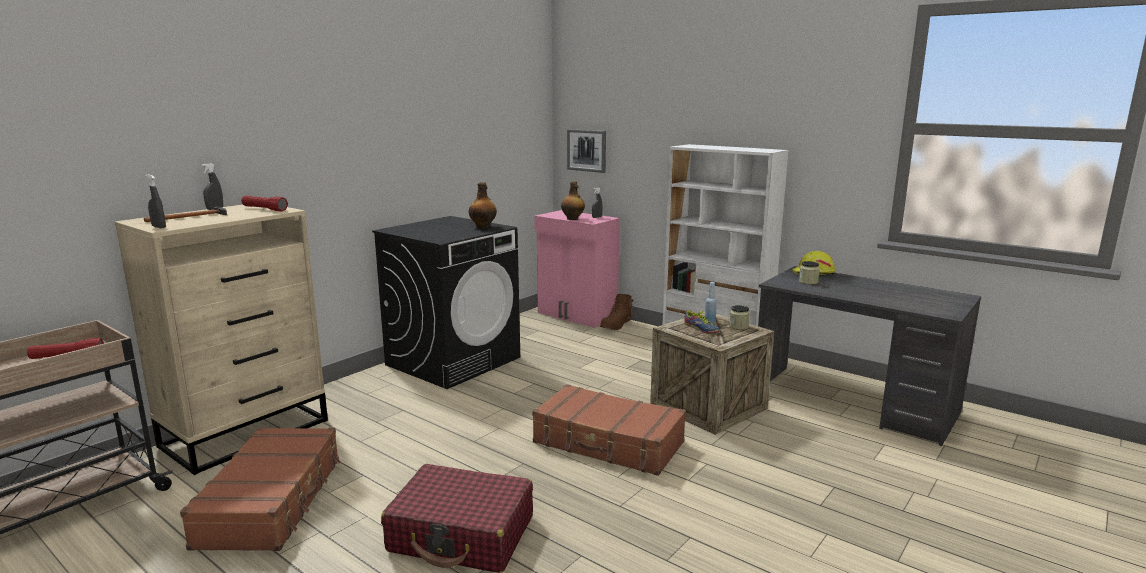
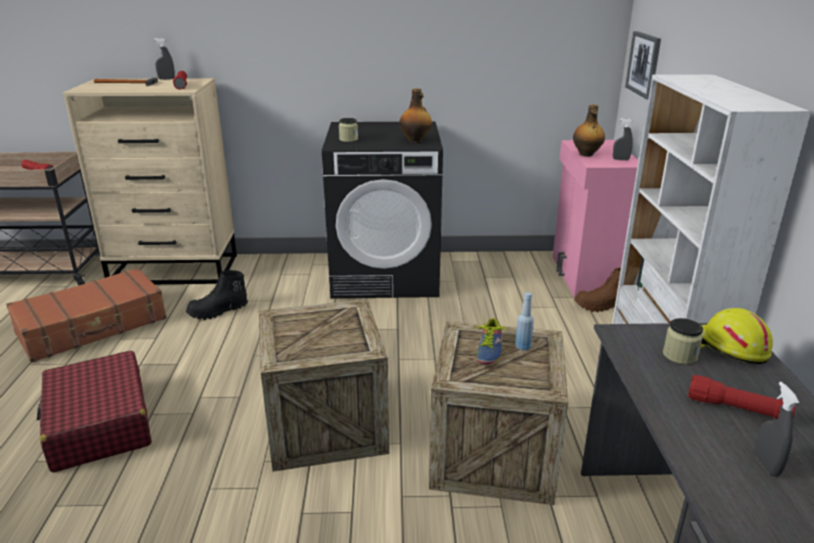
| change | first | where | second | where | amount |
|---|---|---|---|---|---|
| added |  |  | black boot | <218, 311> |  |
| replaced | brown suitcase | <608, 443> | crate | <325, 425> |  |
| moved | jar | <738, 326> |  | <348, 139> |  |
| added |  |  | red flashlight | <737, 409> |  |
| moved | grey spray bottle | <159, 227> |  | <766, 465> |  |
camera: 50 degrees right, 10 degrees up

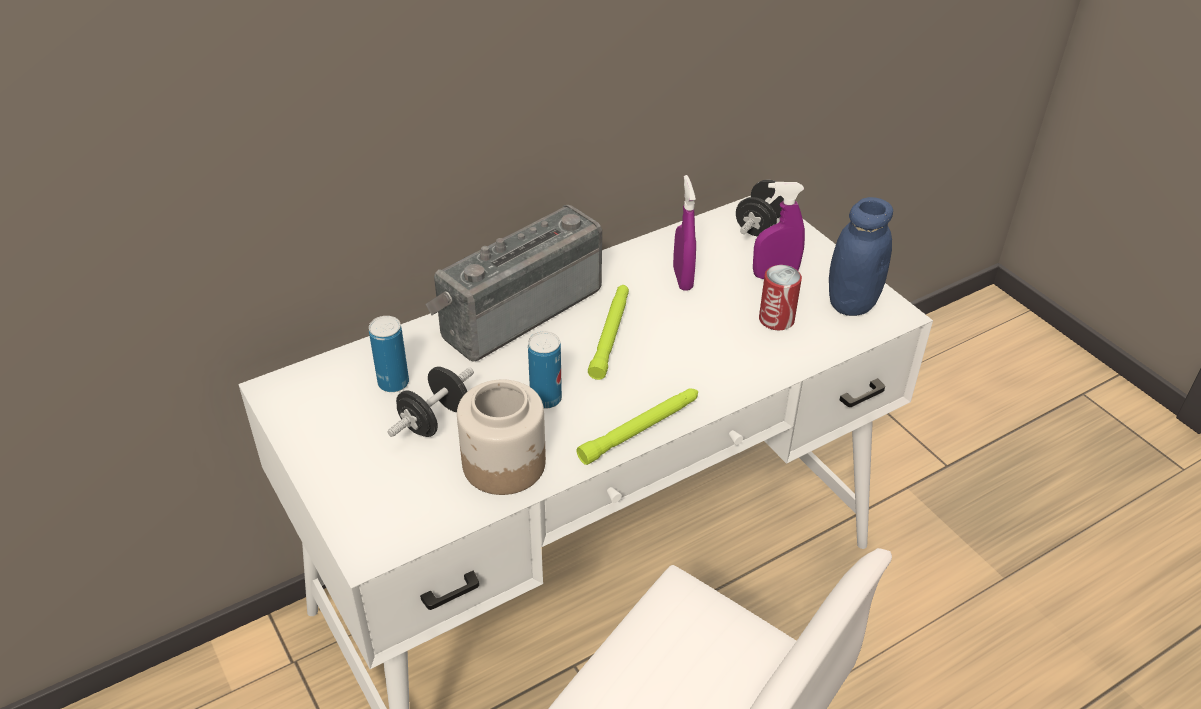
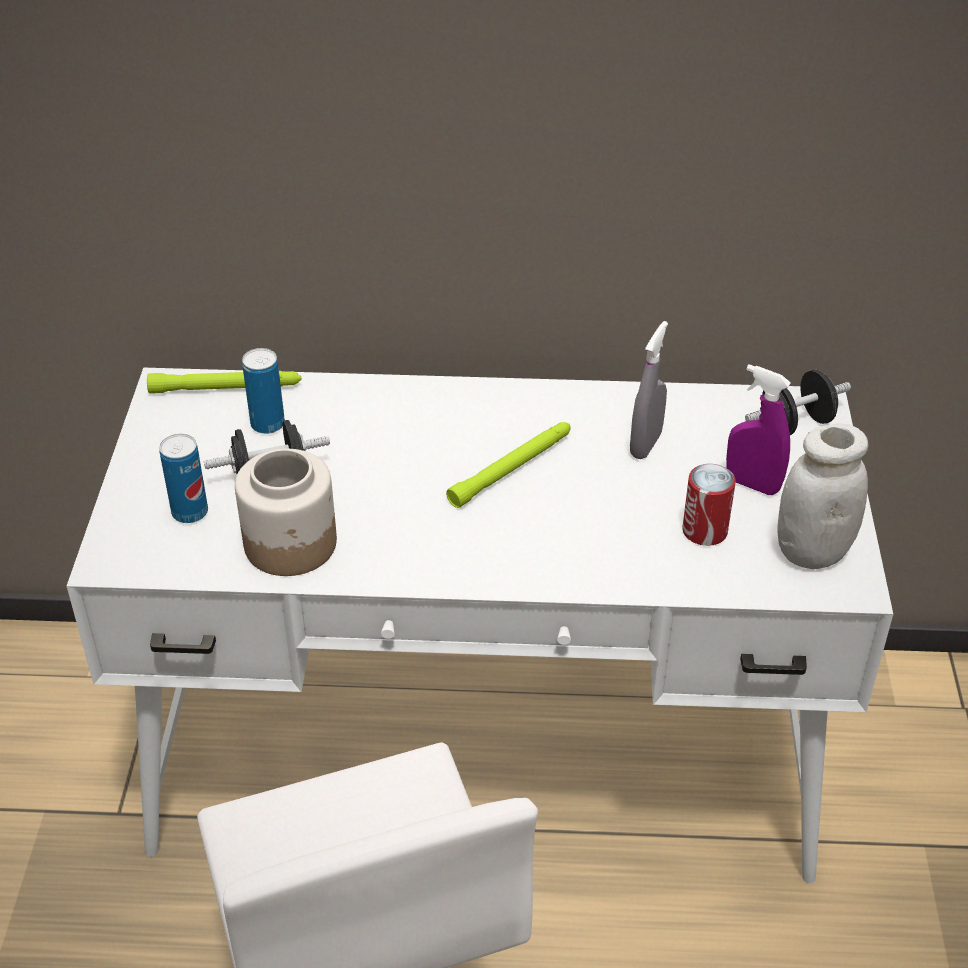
| change | first | where | second | where | amount |
|---|---|---|---|---|---|
| moved | green flashlight | <641, 429> |  | <226, 388> |  |
| moved | can | <546, 399> |  | <190, 512> |  |
| recoloured | purple spray bottle | <682, 279> | grey spray bottle | <645, 445> |  |
| recoloured | blue jar | <851, 303> | white jar | <812, 552> |  |
| removed | radio | <517, 309> |  |  |  |
camera: 35 degrees right, 0 degrees up

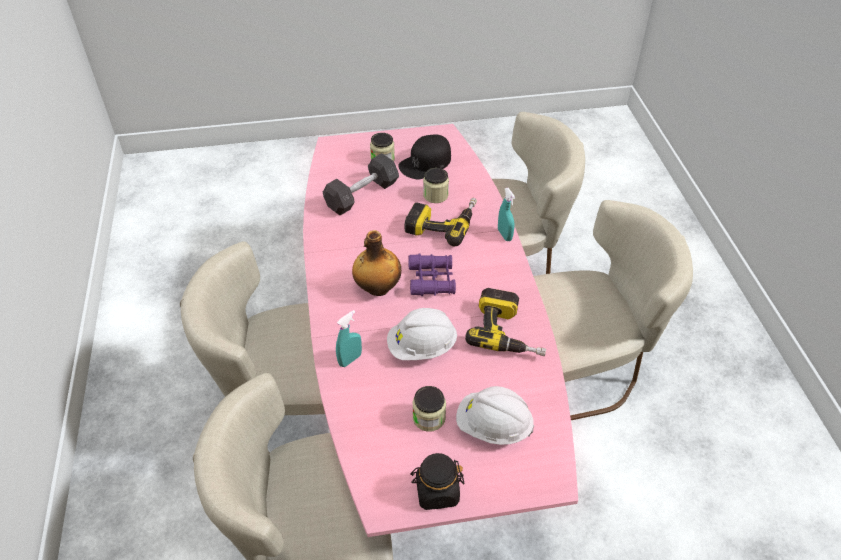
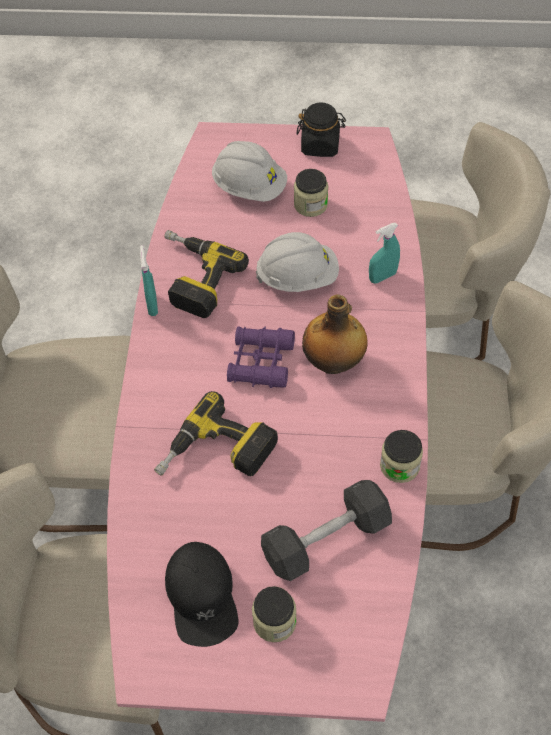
| change | first | where | second | where | amount |
|---|---|---|---|---|---|
| moved | turquoise spray bottle | <504, 235> |  | <152, 305> |  |
| turned | black cap | <425, 162> |  | <202, 597> | 105 degrees clockwise |
| moved | jar | <435, 195> |  | <399, 465> |  |
camera: 165 degrees left, 10 degrees up

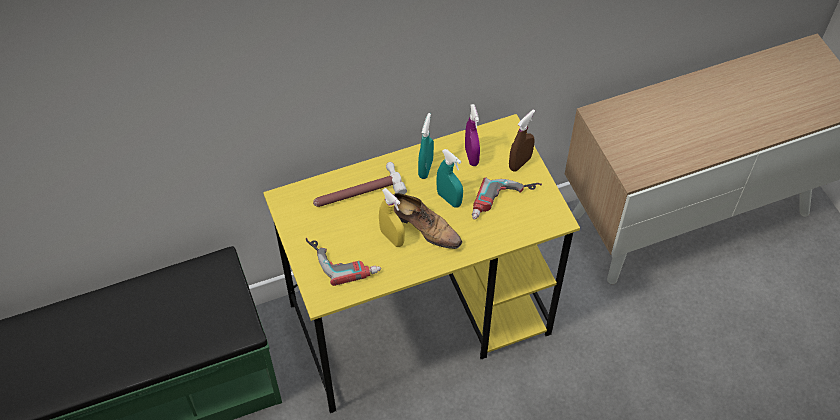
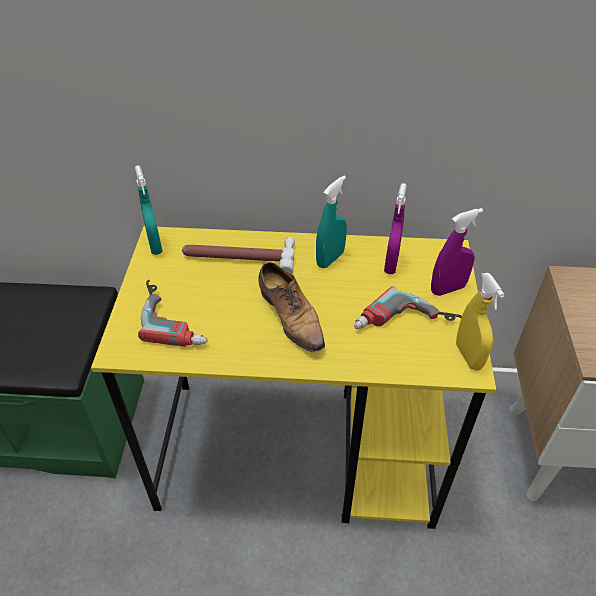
| change | first | where | second | where | amount |
|---|---|---|---|---|---|
| moved | turquoise spray bottle | <449, 199> |  | <155, 245> |  |
| recoloured | brown spray bottle | <520, 163> | purple spray bottle | <448, 289> |  |
| moved | yellow spray bottle | <392, 237> |  | <468, 356> |  |
camera: 25 degrees right, 10 degrees down

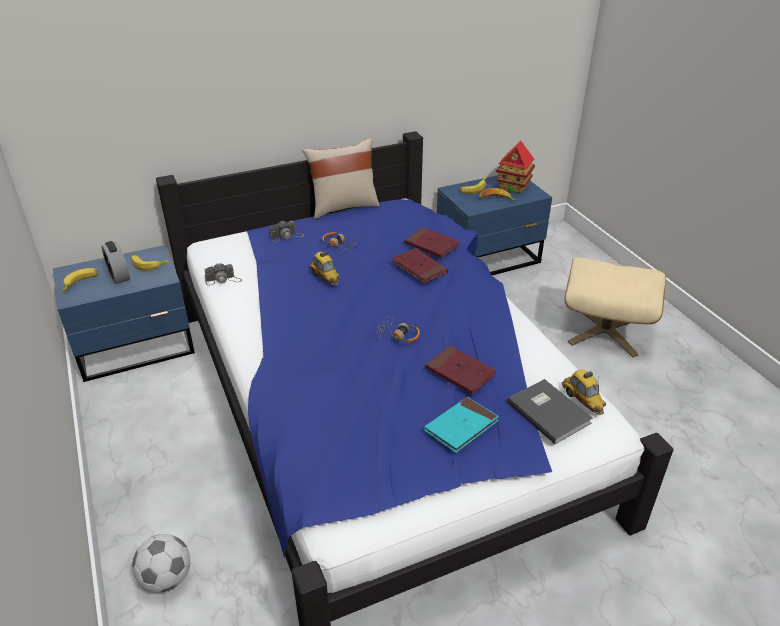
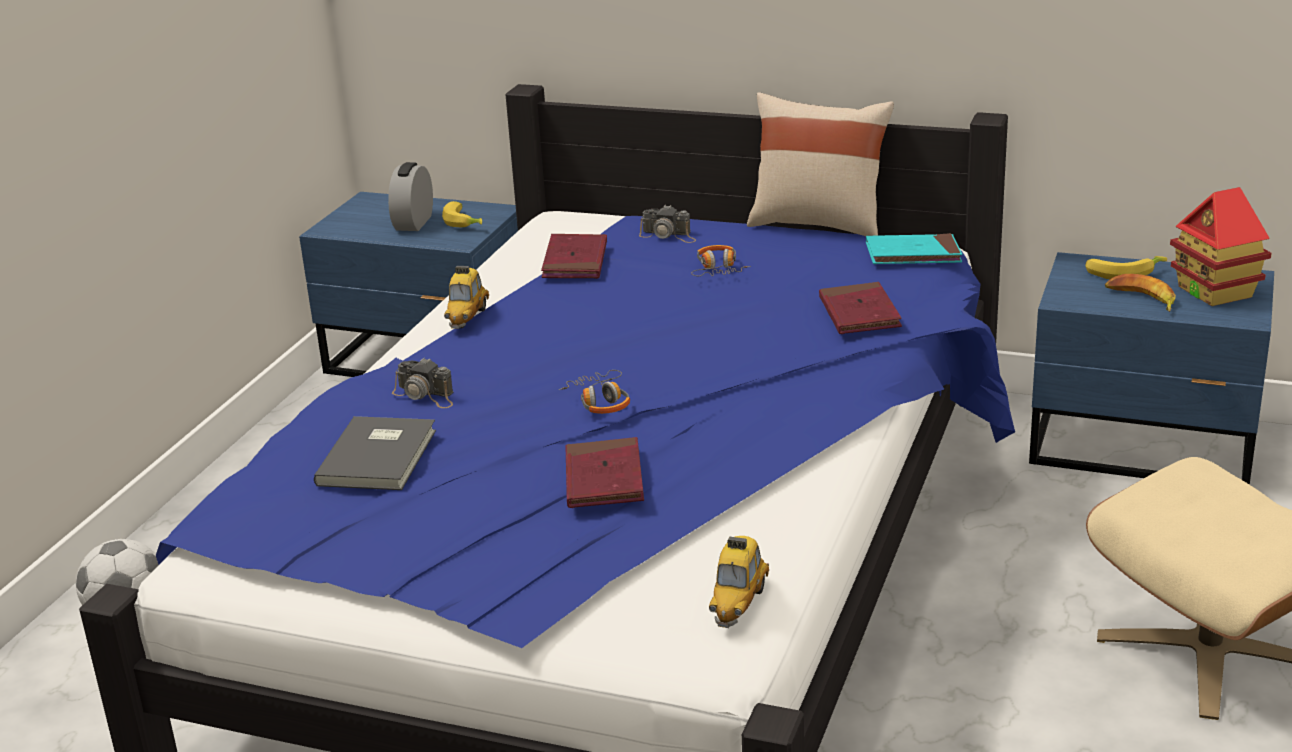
| change | first | where | second | where | amount |
|---|---|---|---|---|---|
| moved | grey book | <549, 411> |  | <381, 456> |  |
| moved | photo camera | <223, 280> |  | <425, 395> |  |
| moved | toy car | <325, 277> |  | <467, 317> |  |
| moved | red book | <419, 268> |  | <575, 261> |  |
| moved | turquoise book | <461, 427> |  | <913, 254> |  |
| removed | banana | <81, 284> |  |  |  |
camera: 45 degrees right, 10 degrees down

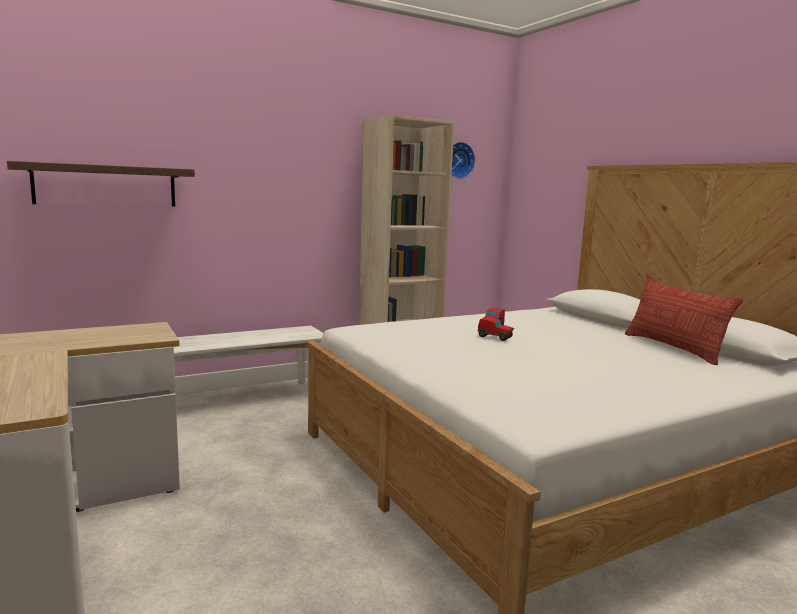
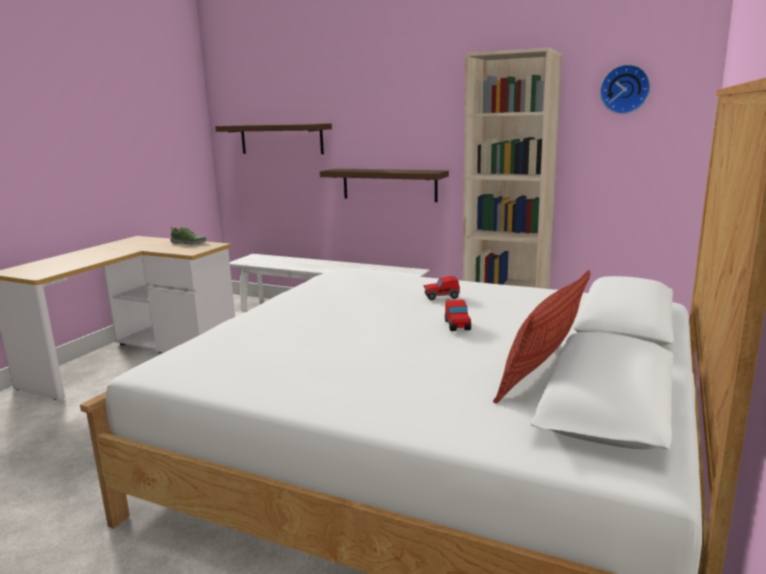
| change | first | where | second | where | amount |
|---|---|---|---|---|---|
| added |  |  | shoe | <189, 243> |  |
| added |  |  | shelf | <389, 184> |  |
| moved | toy car | <495, 337> |  | <457, 325> |  |
camera: 55 degrees right, 5 degrees up

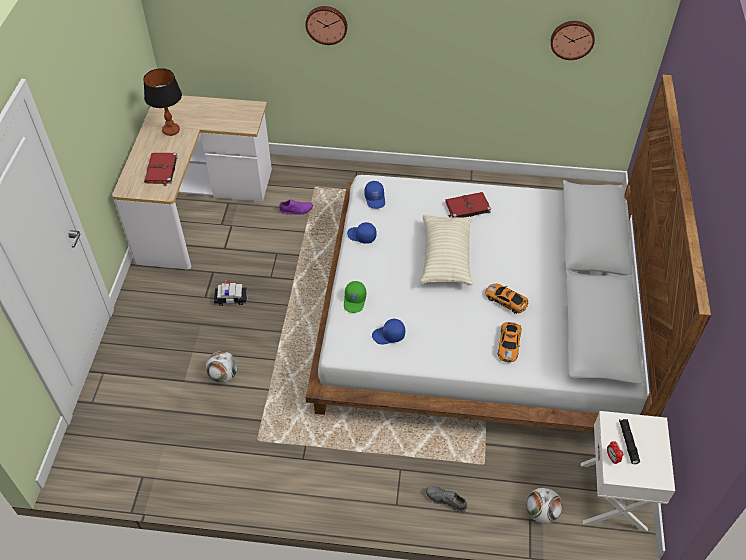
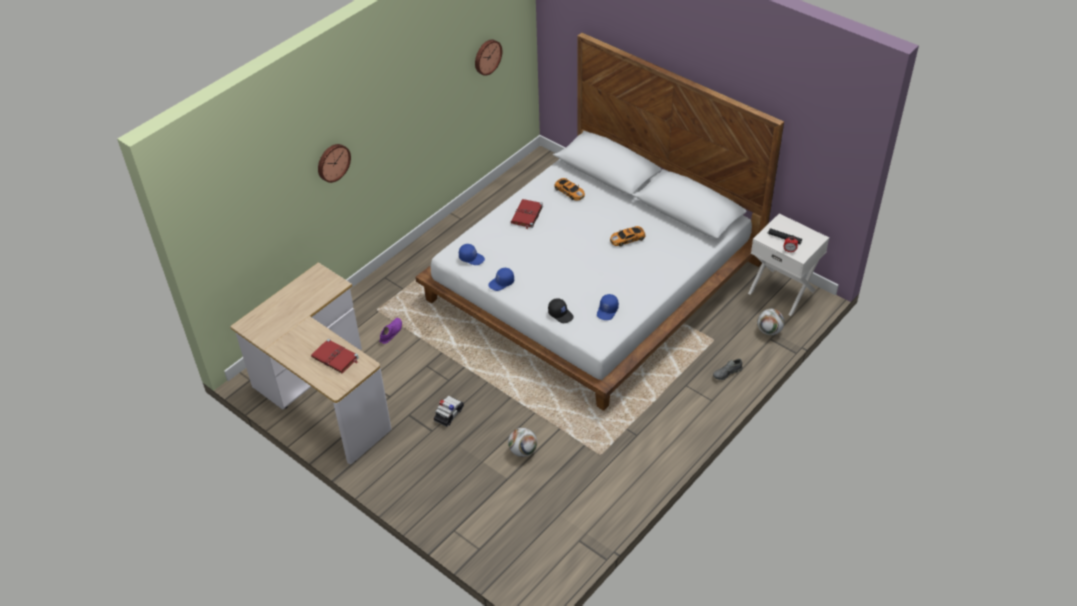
| change | first | where | second | where | amount |
|---|---|---|---|---|---|
| recoloured | green cap | <355, 300> | black cap | <561, 314> |  |
| moved | toy car | <509, 343> |  | <569, 191> |  |
| removed | table lamp | <171, 130> |  |  |  |
| removed | beige pillow | <445, 258> |  |  |  |
camera: 55 degrees left, 5 degrees down

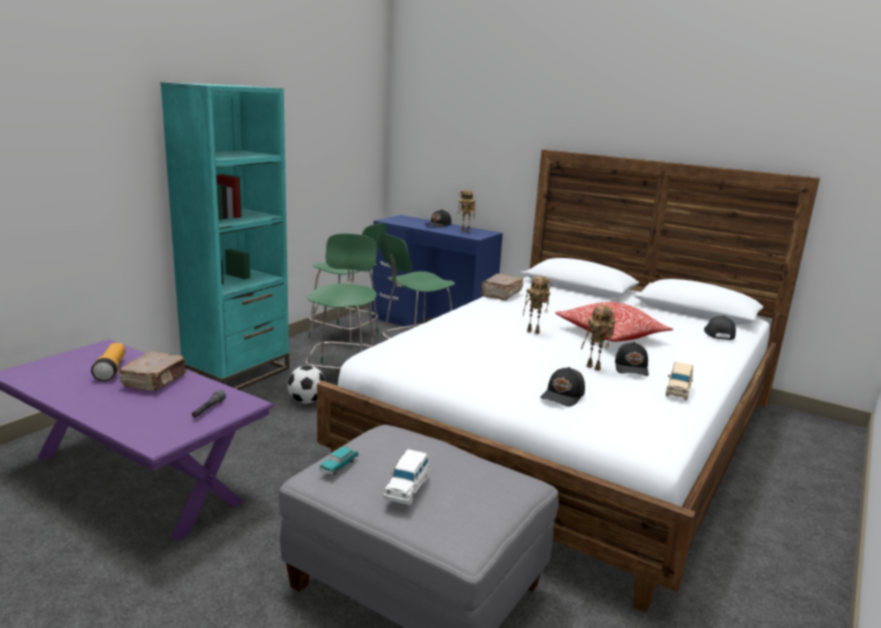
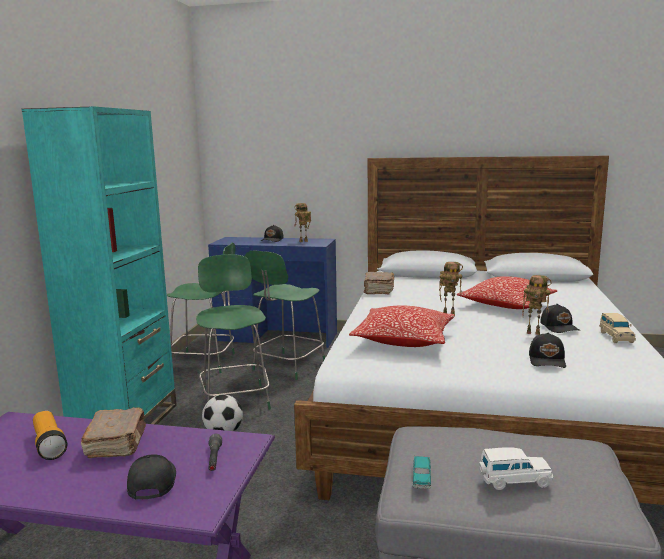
| change | first | where | second | where | amount |
|---|---|---|---|---|---|
| moved | black cap | <718, 334> |  | <151, 483> |  |
| added |  |  | pillow | <404, 340> |  |
| turned | white toy car | <407, 489> |  | <513, 481> | 90 degrees counterclockwise |
camera: 20 degrees left, 5 degrees down

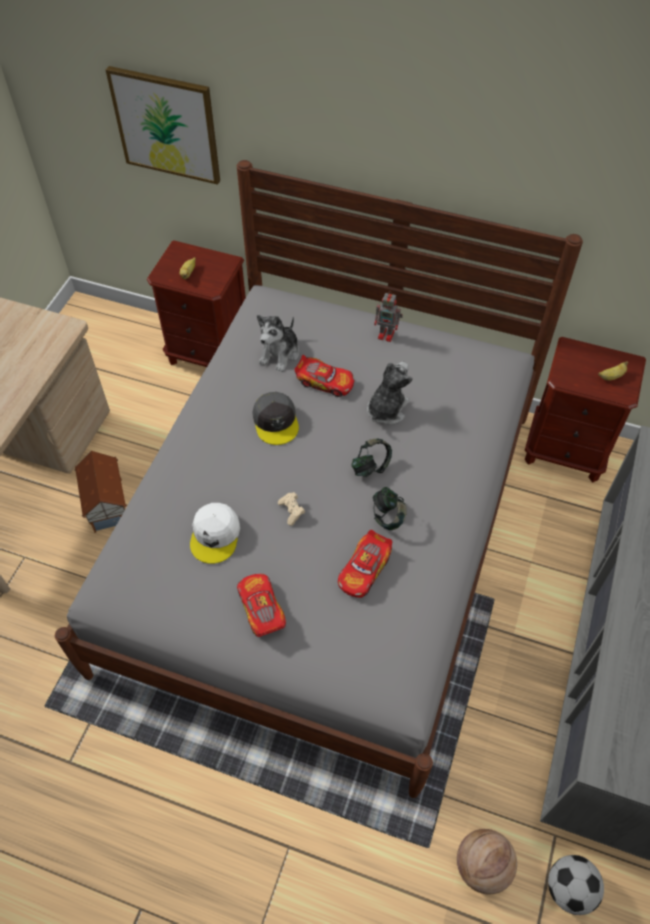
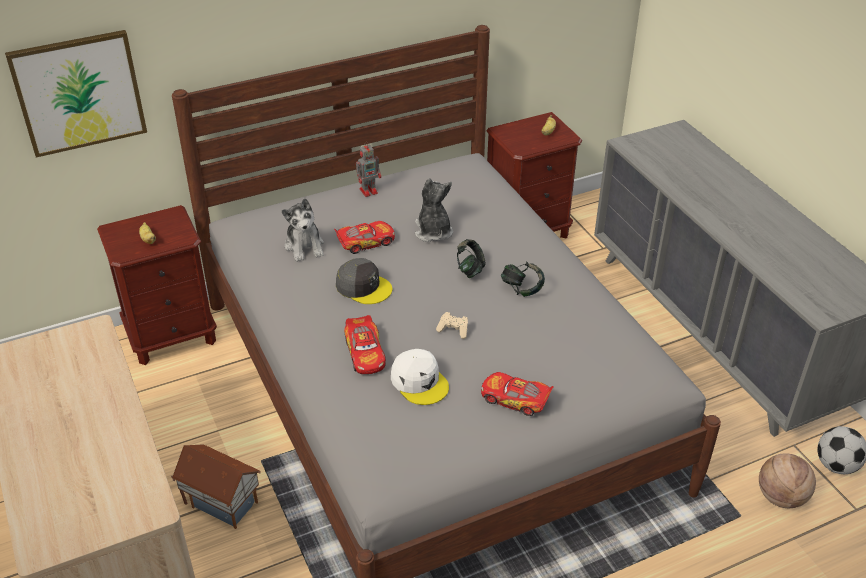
| change | first | where | second | where | amount |
|---|---|---|---|---|---|
| moved | toy car | <364, 570> |  | <365, 353> |  |
camera: 45 degrees left, 15 degrees down

